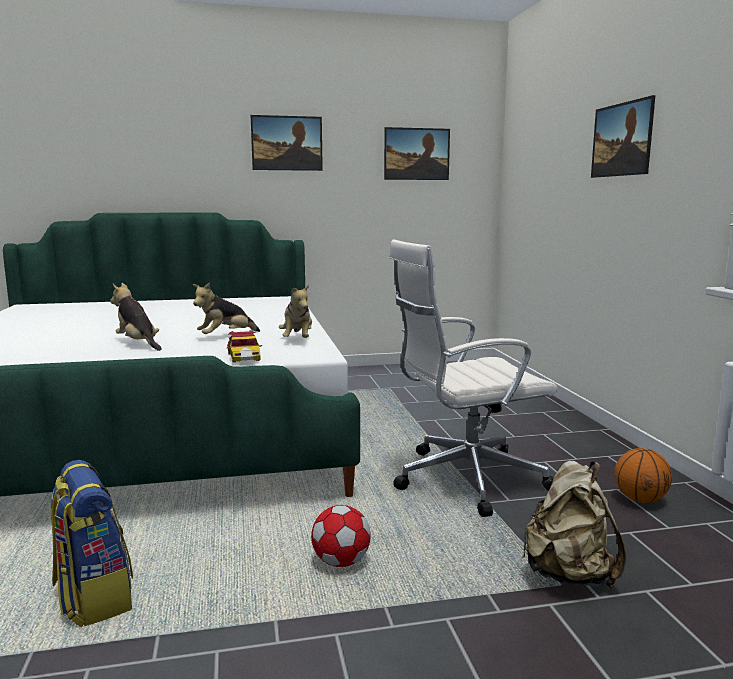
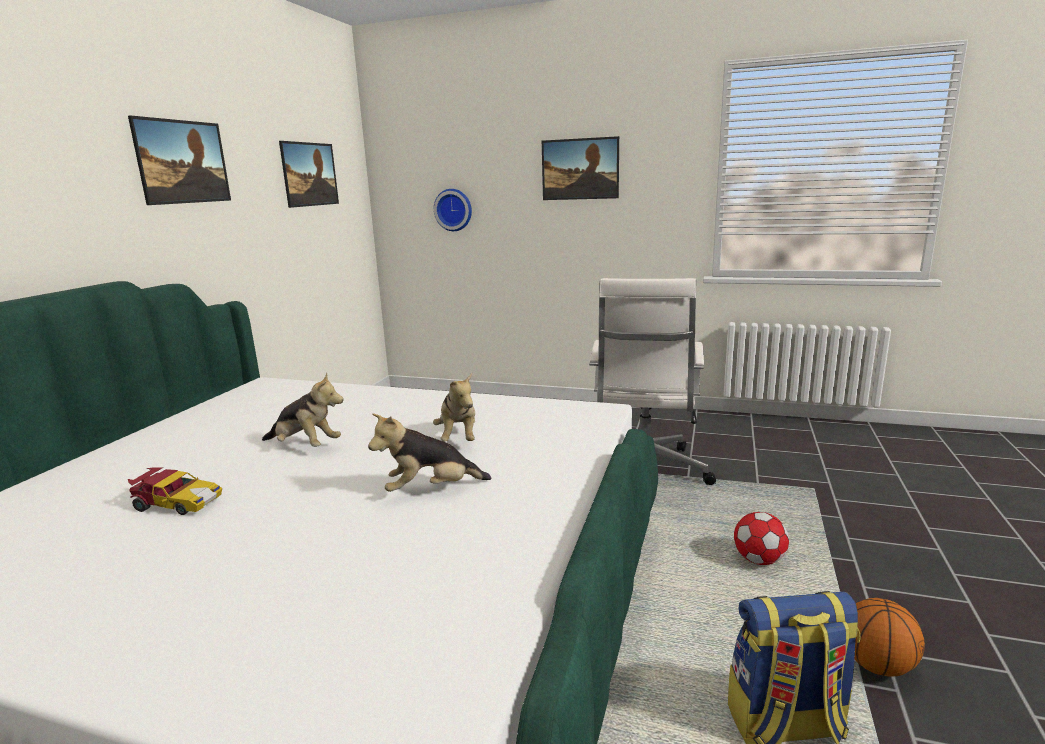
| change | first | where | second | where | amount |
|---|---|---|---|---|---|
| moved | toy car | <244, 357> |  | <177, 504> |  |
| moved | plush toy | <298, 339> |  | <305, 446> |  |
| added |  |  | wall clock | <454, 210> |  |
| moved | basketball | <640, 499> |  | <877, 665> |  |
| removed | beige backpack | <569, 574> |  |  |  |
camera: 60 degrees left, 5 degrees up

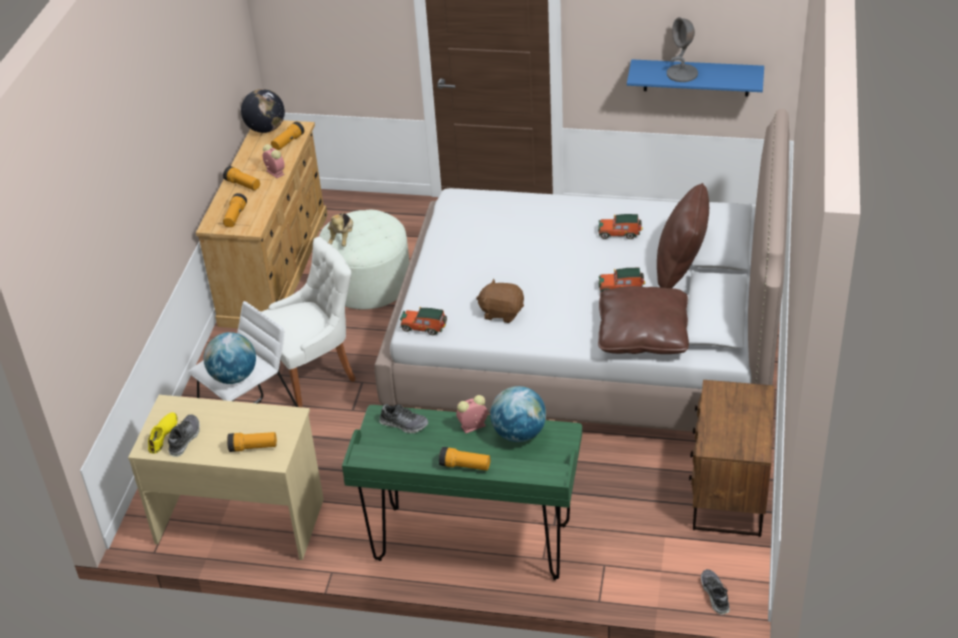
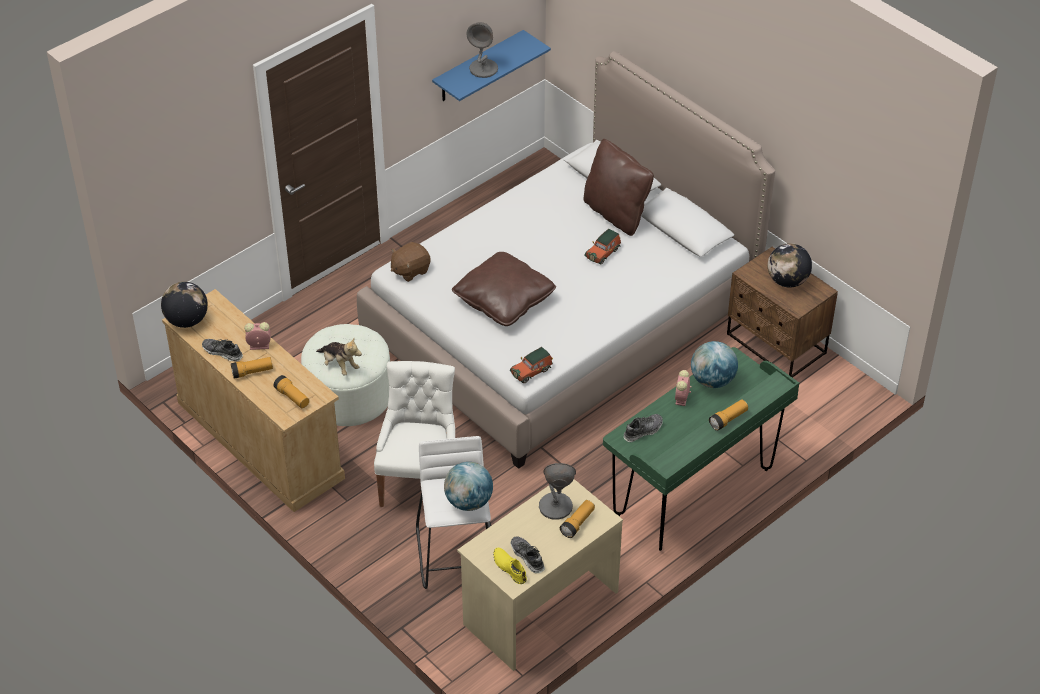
| change | first | where | second | where | amount |
|---|---|---|---|---|---|
| moved | shoe | <714, 594> |  | <222, 352> |  |
| moved | brown plush toy | <501, 312> |  | <410, 270> |  |
| moved | brown pillow | <642, 334> |  | <504, 300> |  |
| added |  |  | grey table lamp | <555, 506> |  |
| added |  |  | globe | <787, 281> |  |
| removed | flashlight | <288, 142> |  |  |  |
| removed | toy car | <620, 233> |  |  |  |
camera: 55 degrees left, 5 degrees up

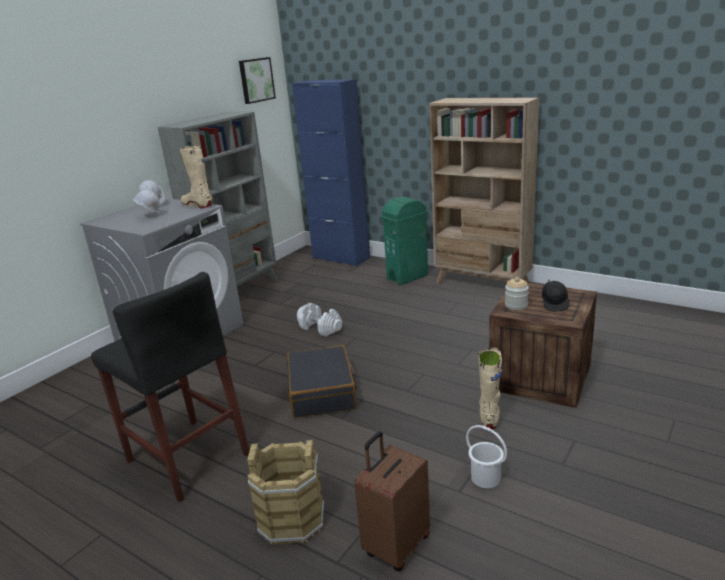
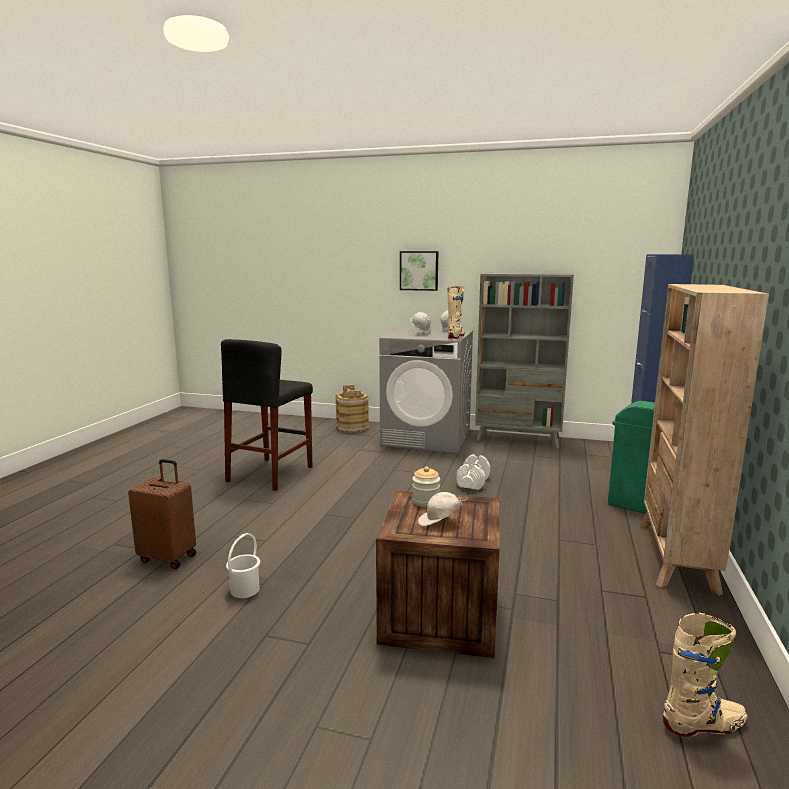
| change | first | where | second | where | amount |
|---|---|---|---|---|---|
| moved | brown bucket | <292, 519> |  | <352, 427> |  |
| moved | picture | <256, 80> |  | <419, 270> |  |
| recoloured | black cap | <554, 304> | white cap | <440, 522> |  |
| moved | beige boot | <489, 415> |  | <703, 725> |  |
| removed | black suitcase | <322, 392> |  |  |  |
camera: 70 degrees right, 10 degrees down

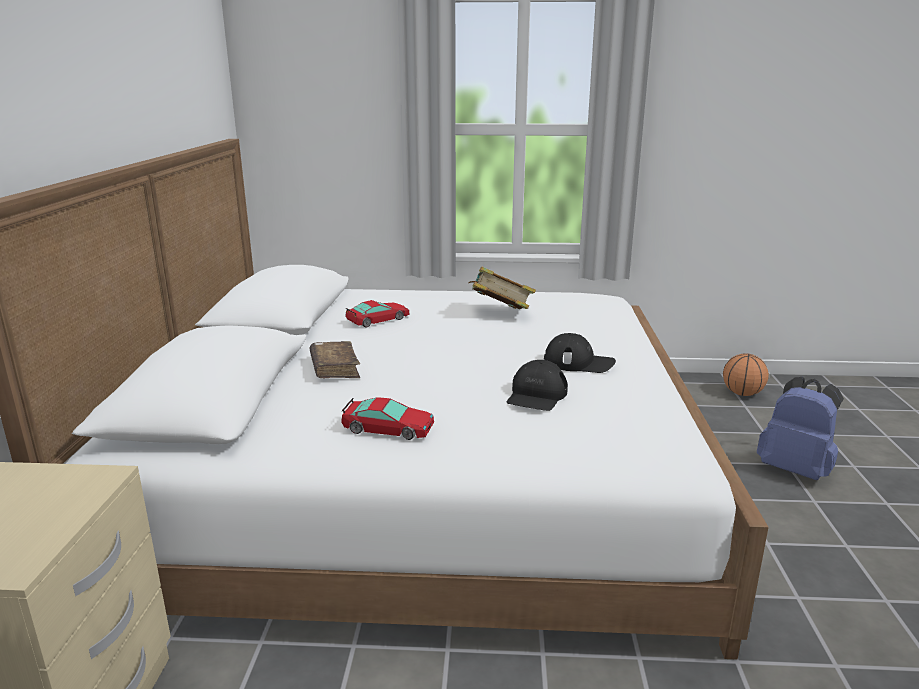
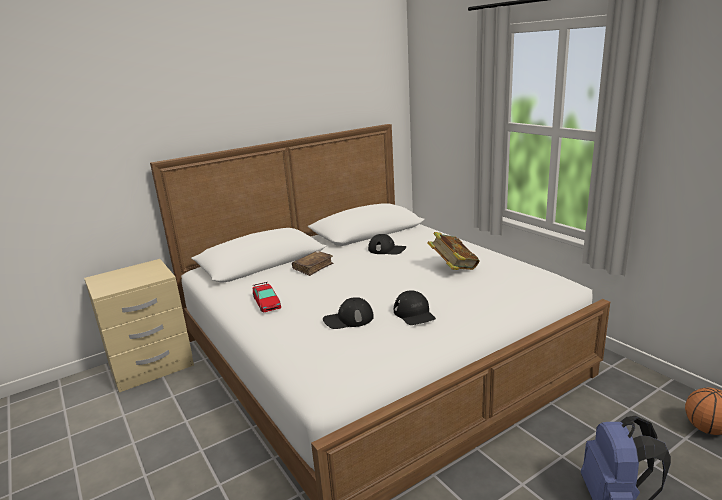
| change | first | where | second | where | amount |
|---|---|---|---|---|---|
| replaced | toy car | <378, 320> | black cap | <387, 249> |  |
camera: 55 degrees right, 0 degrees up

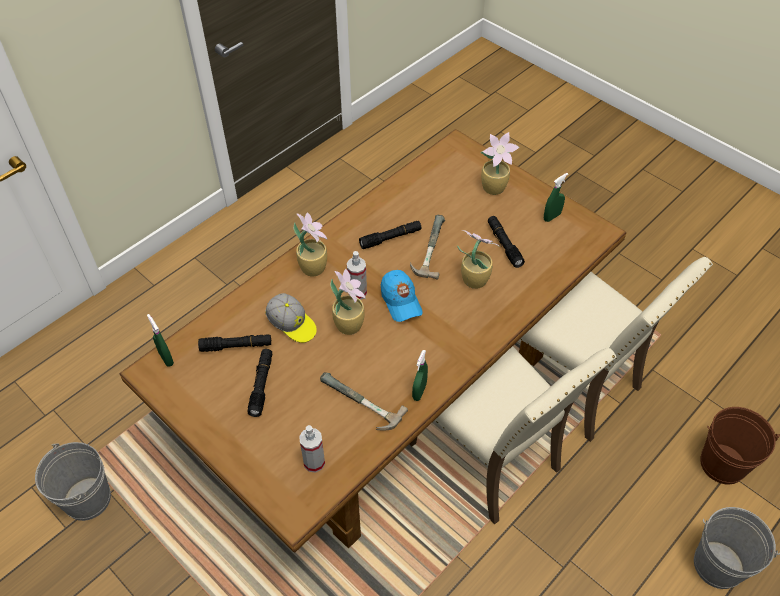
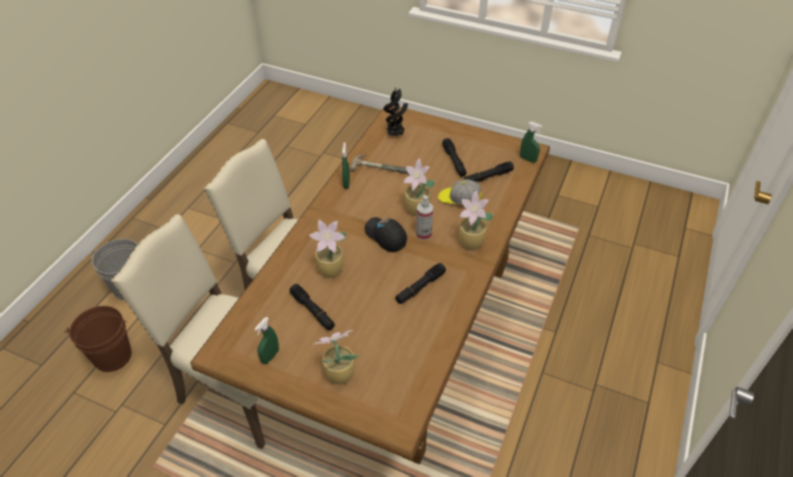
| change | first | where | second | where | amount |
|---|---|---|---|---|---|
| recoloured | blue cap | <400, 301> | black cap | <386, 237> |  |
| replaced | spray bottle | <314, 462> | potted plant | <395, 135> |  |
| removed | grey bucket | <87, 499> |  |  |  |
| removed | hammer | <427, 247> |  |  |  |
camera: 160 degrees right, 5 degrees down

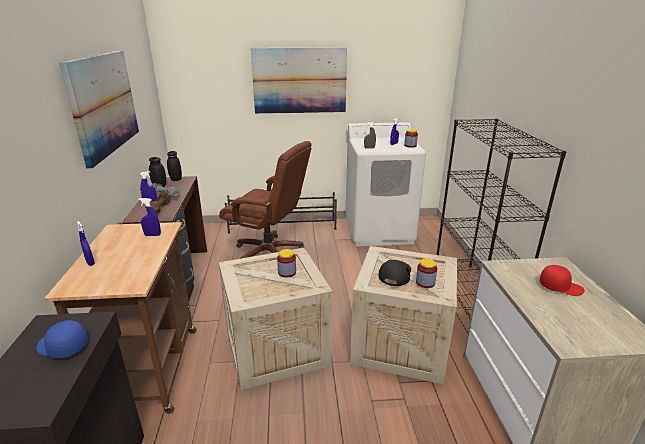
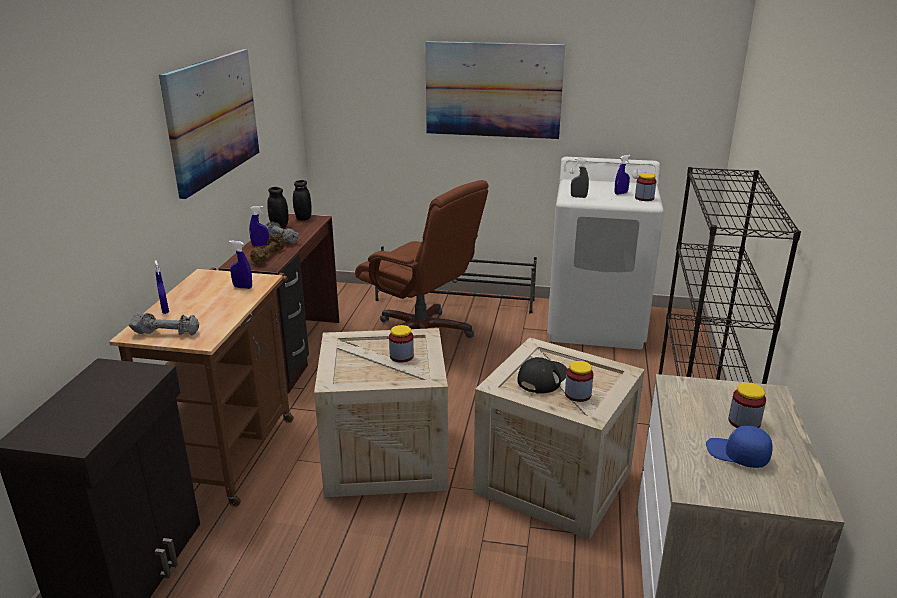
| change | first | where | second | where | amount |
|---|---|---|---|---|---|
| added |  |  | grey dumbbell | <167, 333> |  |
| moved | blue cap | <62, 347> |  | <737, 455> |  |
| replaced | red cap | <560, 287> | jar | <744, 422> |  |
camera: 15 degrees right, 0 degrees up

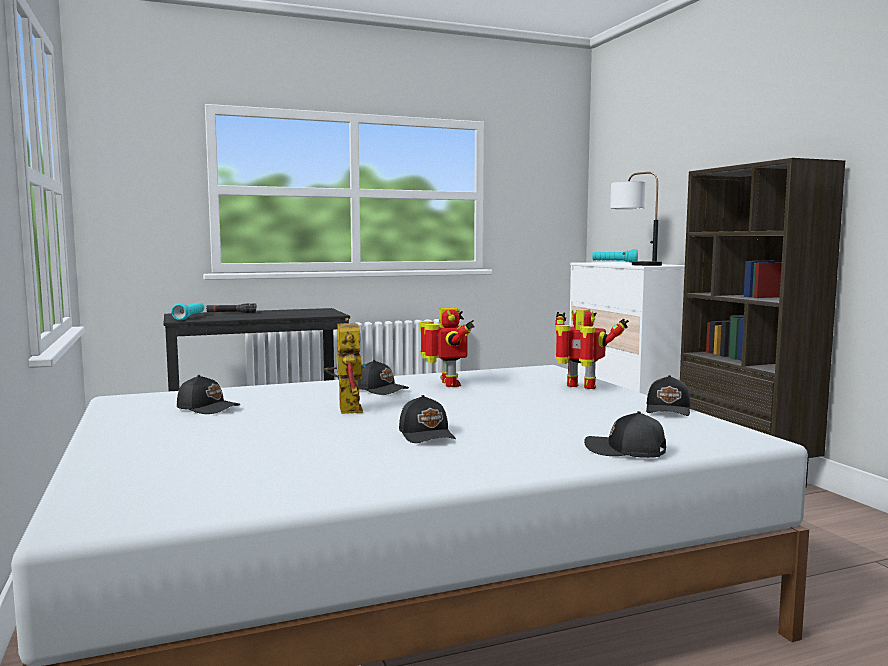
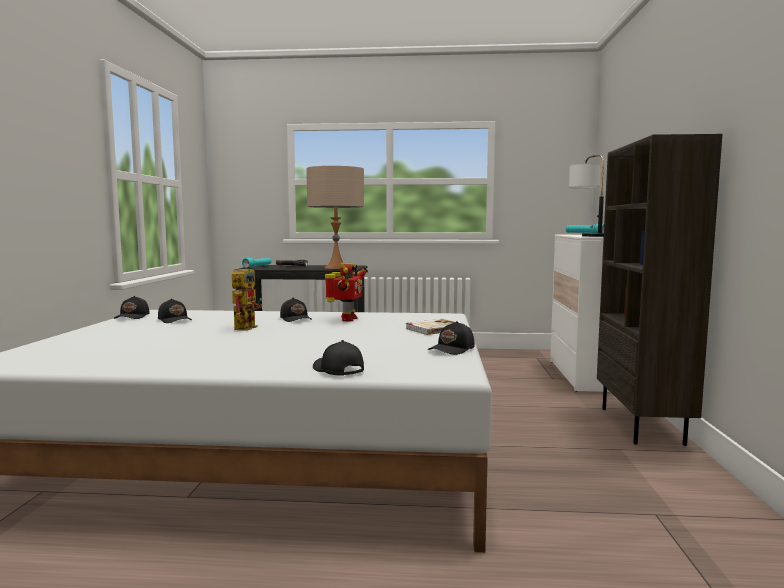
| change | first | where | second | where | amount |
|---|---|---|---|---|---|
| moved | black cap | <427, 435> |  | <133, 317> |  |
| added |  |  | beige table lamp | <336, 268> |  |
| replaced | toy robot | <581, 387> | book | <434, 329> |  |
camera: 25 degrees right, 0 degrees up

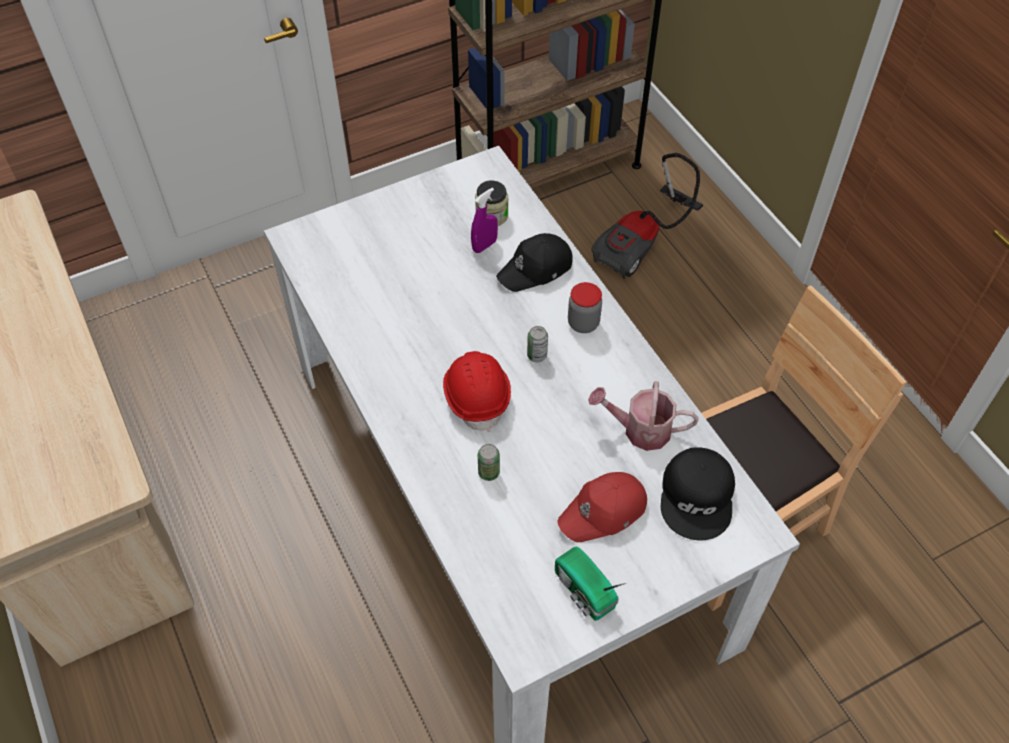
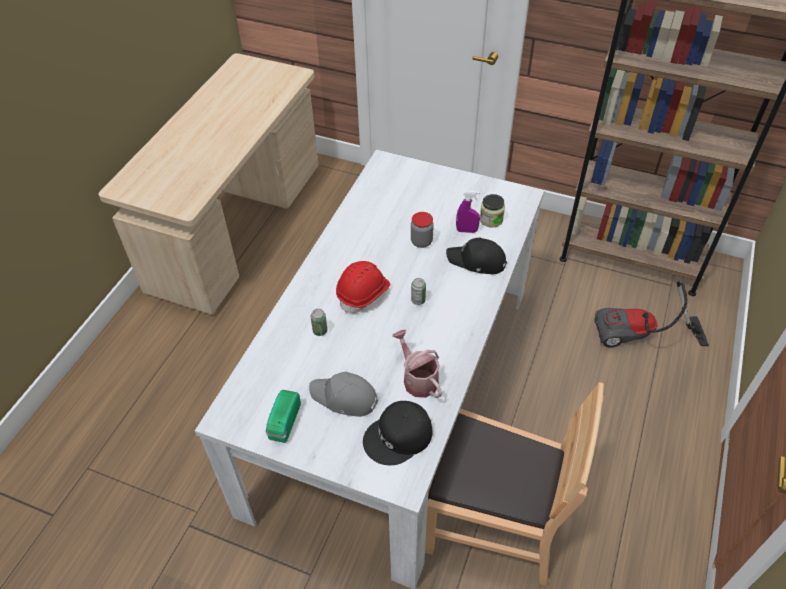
| change | first | where | second | where | amount |
|---|---|---|---|---|---|
| recoloured | red cap | <604, 512> | grey cap | <344, 398> |  |
| moved | jar | <583, 323> |  | <421, 242> |  |
camera: 50 degrees right, 5 degrees down

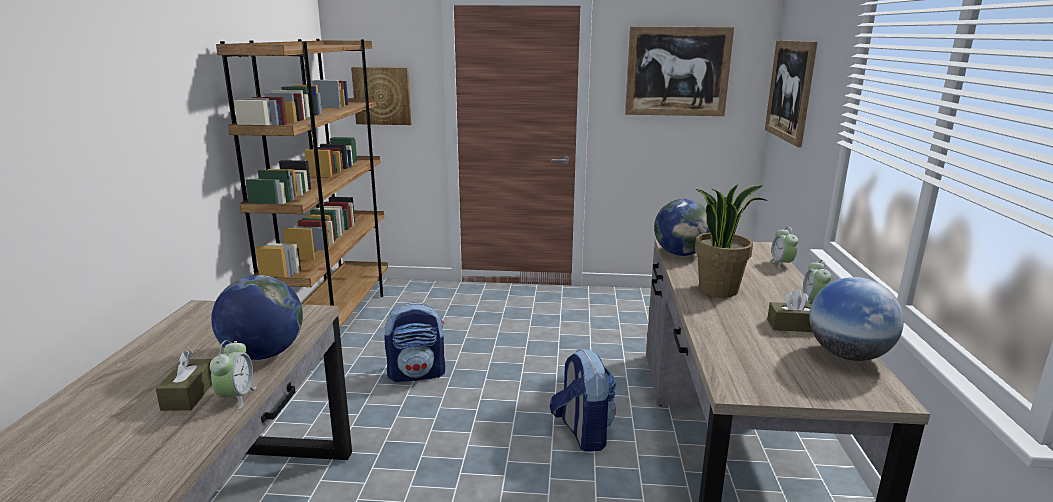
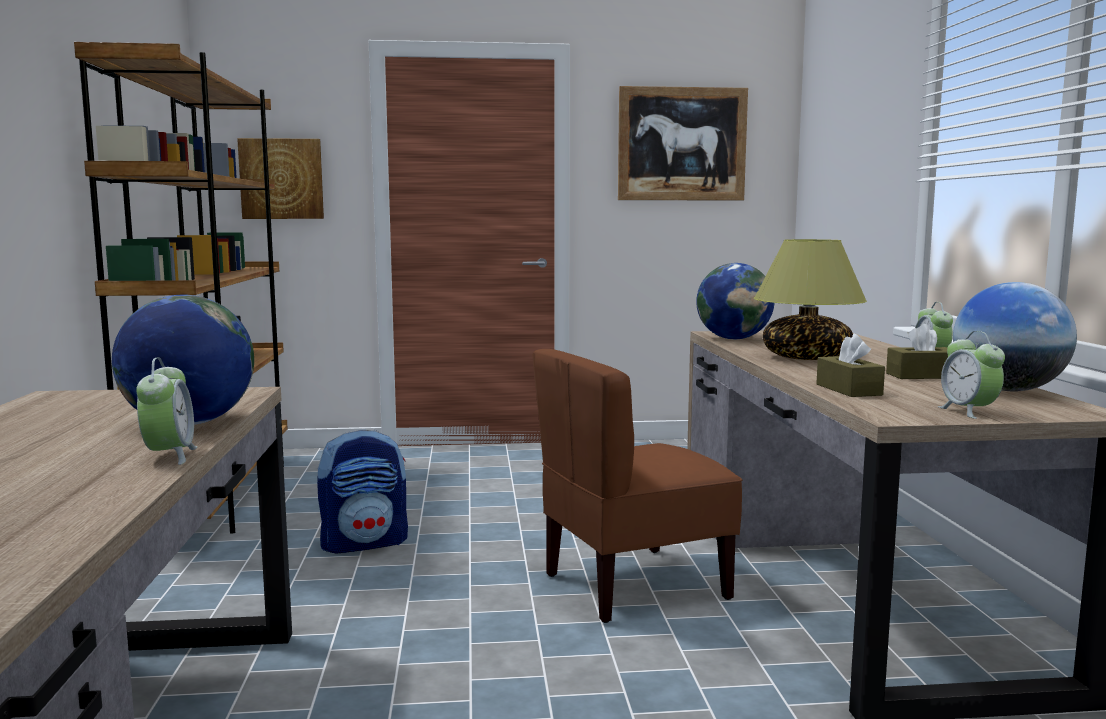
| change | first | where | second | where | amount |
|---|---|---|---|---|---|
| replaced | backpack | <582, 433> | brown chair | <633, 585> |  |
| replaced | potted plant | <718, 289> | table lamp | <805, 358> |  |
| moved | brown tissue box | <189, 394> |  | <848, 389> |  |
| moved | alarm clock | <781, 264> |  | <968, 411> |  |
| removed | picture | <790, 90> |  |  |  |
camera: 10 degrees left, 10 degrees down

